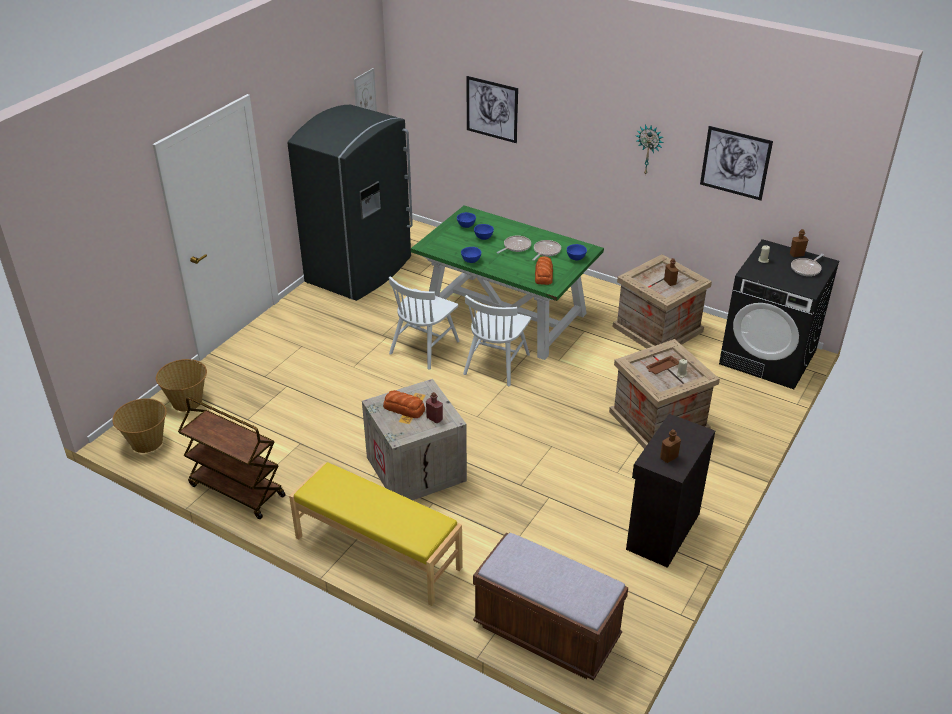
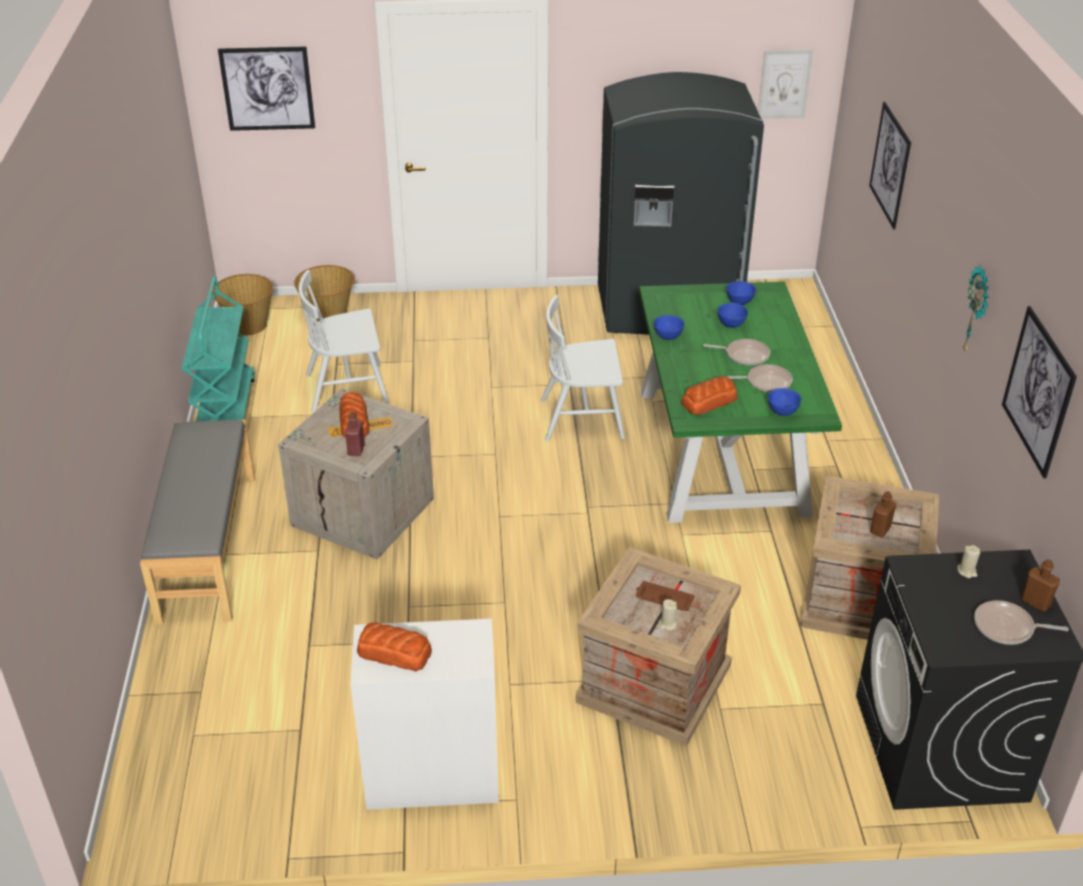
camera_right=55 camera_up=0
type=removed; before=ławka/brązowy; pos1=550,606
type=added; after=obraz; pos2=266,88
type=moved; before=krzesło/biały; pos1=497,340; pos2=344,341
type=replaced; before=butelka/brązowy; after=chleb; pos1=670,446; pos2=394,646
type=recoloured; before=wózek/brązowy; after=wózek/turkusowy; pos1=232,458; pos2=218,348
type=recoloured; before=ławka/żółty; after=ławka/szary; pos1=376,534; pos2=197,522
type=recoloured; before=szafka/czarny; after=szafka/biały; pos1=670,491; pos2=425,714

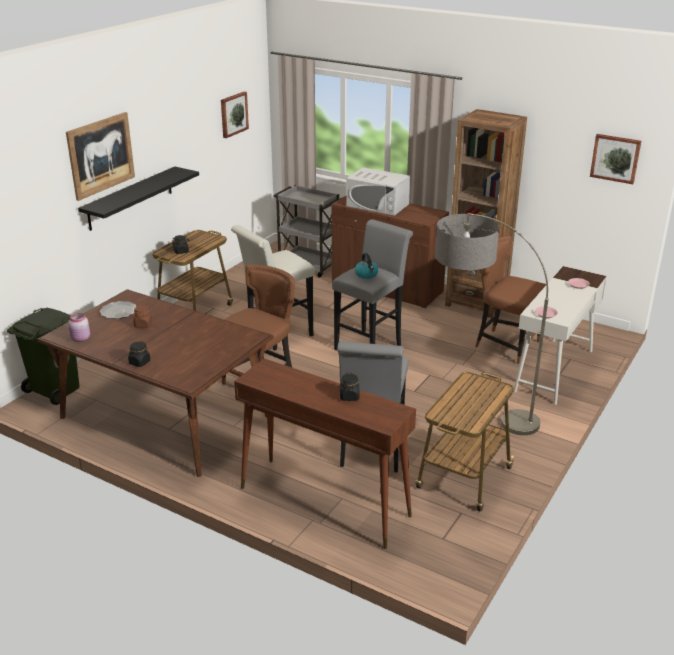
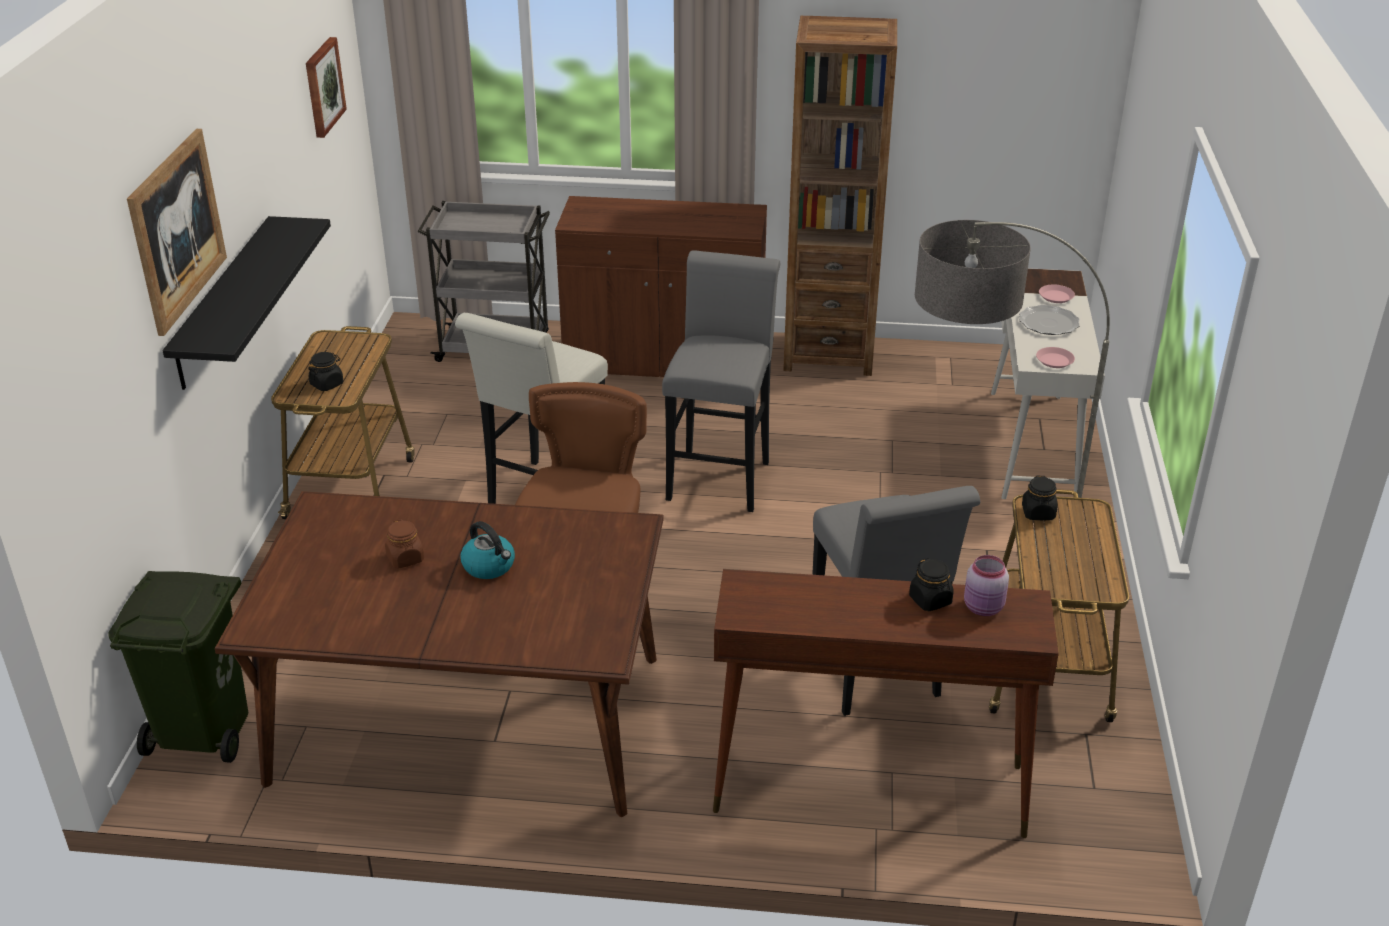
camera_right=-25 camera_up=5
type=removed; before=mikrofalówka/biały; pos1=378,191
type=removed; before=krzesło/brązowy; pos1=510,299
type=removed; before=obraz; pos1=615,159
type=moved; before=słoik/różowy; pos1=79,327; pos2=986,585
type=moved; before=talerz; pos1=118,310; pos2=1049,320
type=moved; before=słoik/czarny; pos1=139,354; pos2=1039,498
type=moved; before=czajnik; pos1=366,266; pos2=488,550

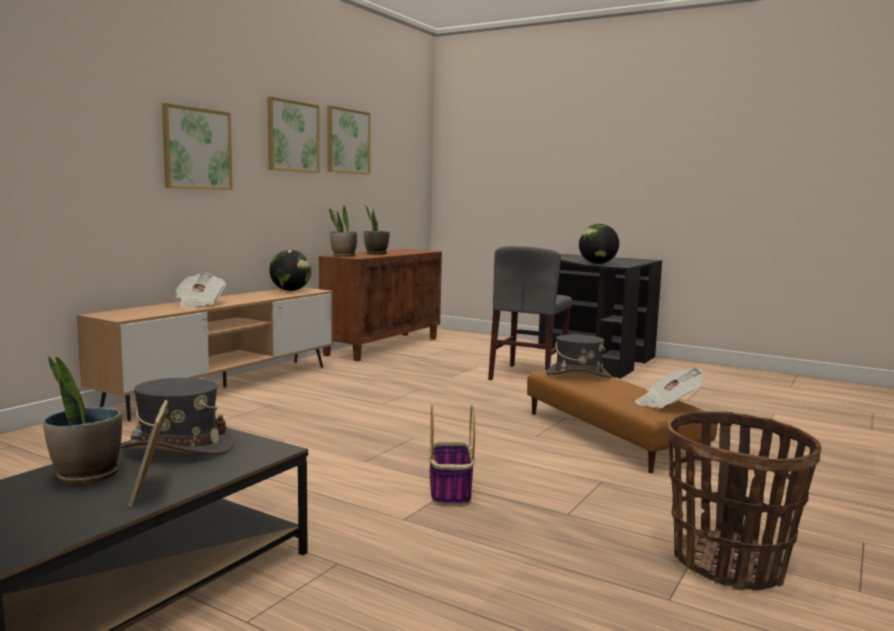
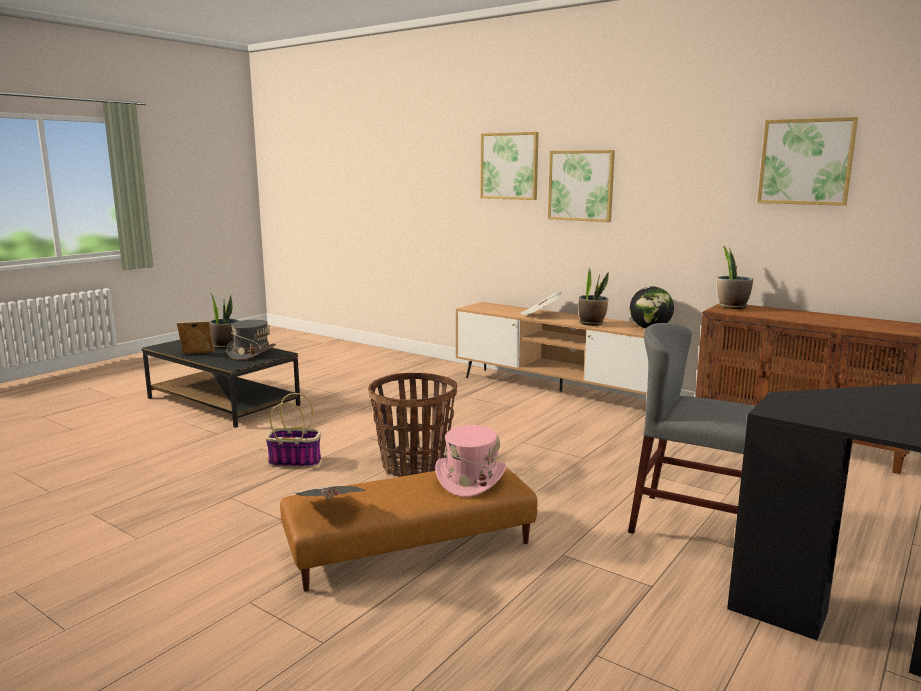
camera_right=95 camera_up=5
type=removed; before=globus; pos1=599,244
type=moved; before=obraz; pos1=293,135; pos2=509,166
type=moved; before=roślina doniczkowa; pos1=376,230; pos2=593,297
type=moved; before=koszyk; pos1=744,501; pos2=412,425
type=recoloured; before=kapelusz/szary; after=kapelusz/różowy; pos1=578,356; pos2=471,461

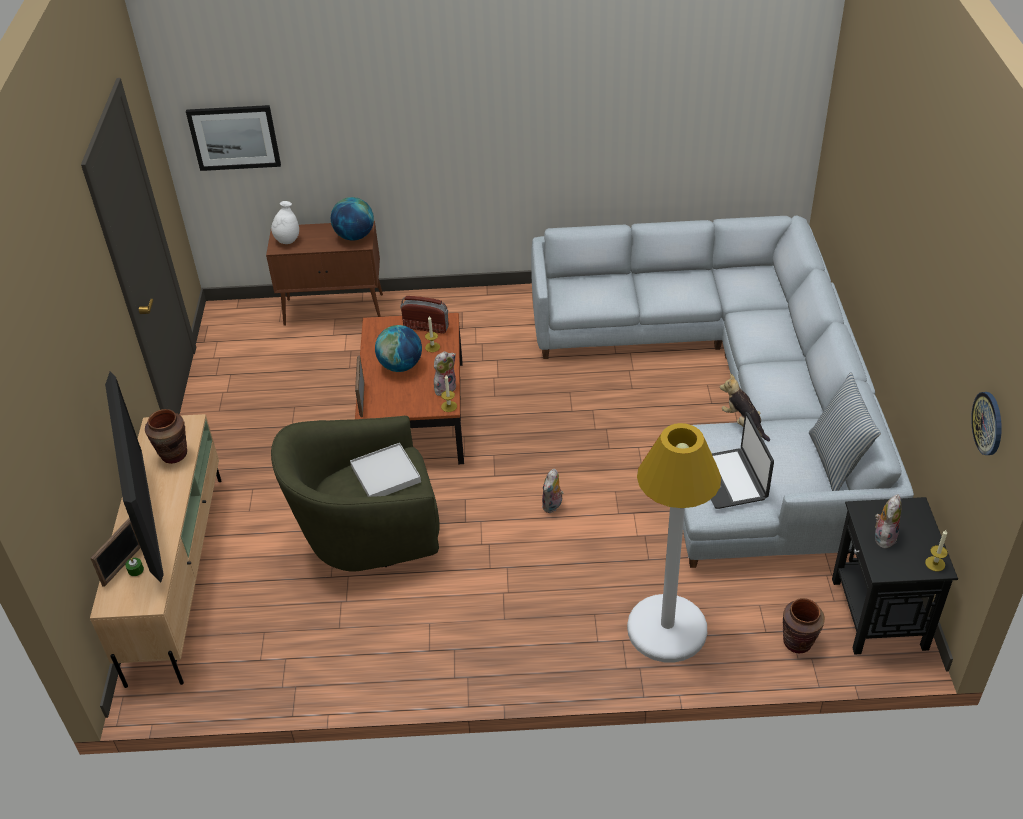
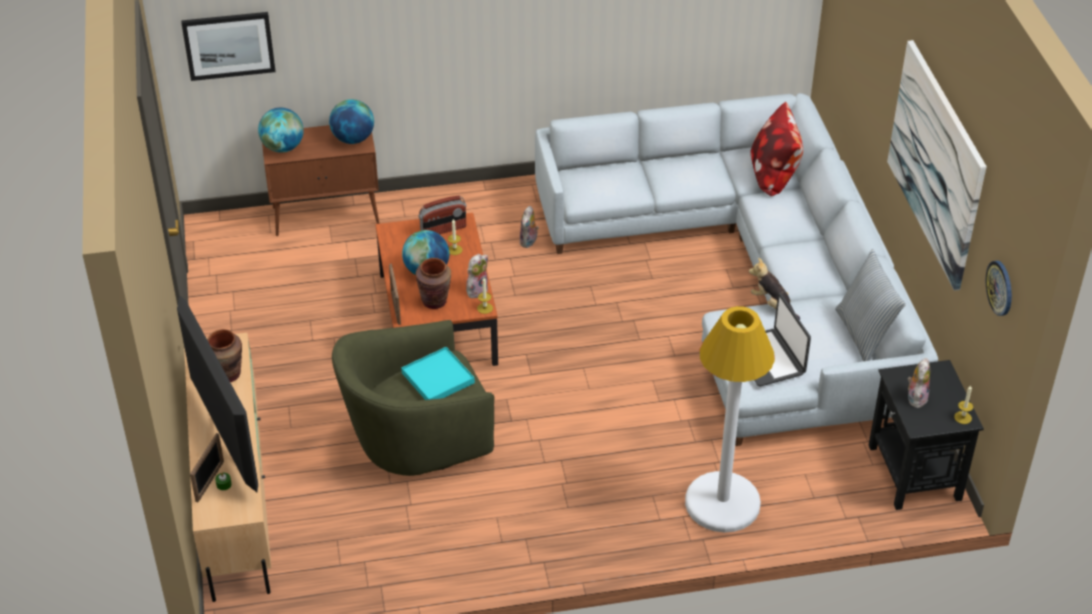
camera_right=-10 camera_up=0
type=added; after=poduszka; pos2=776,149
type=added; after=obraz; pos2=937,165
type=moved; before=pluszak; pos1=552,491; pos2=529,227
type=moved; before=wazon/brązowy; pos1=804,625; pos2=433,283
type=replaced; before=wazon/biały; after=globus; pos1=285,222; pos2=281,130
type=recoloured; before=taca/biały; after=taca/turkusowy; pos1=385,470; pos2=438,373
type=turned; before=radio; pos1=424,315; pos2=442,214; turn=150

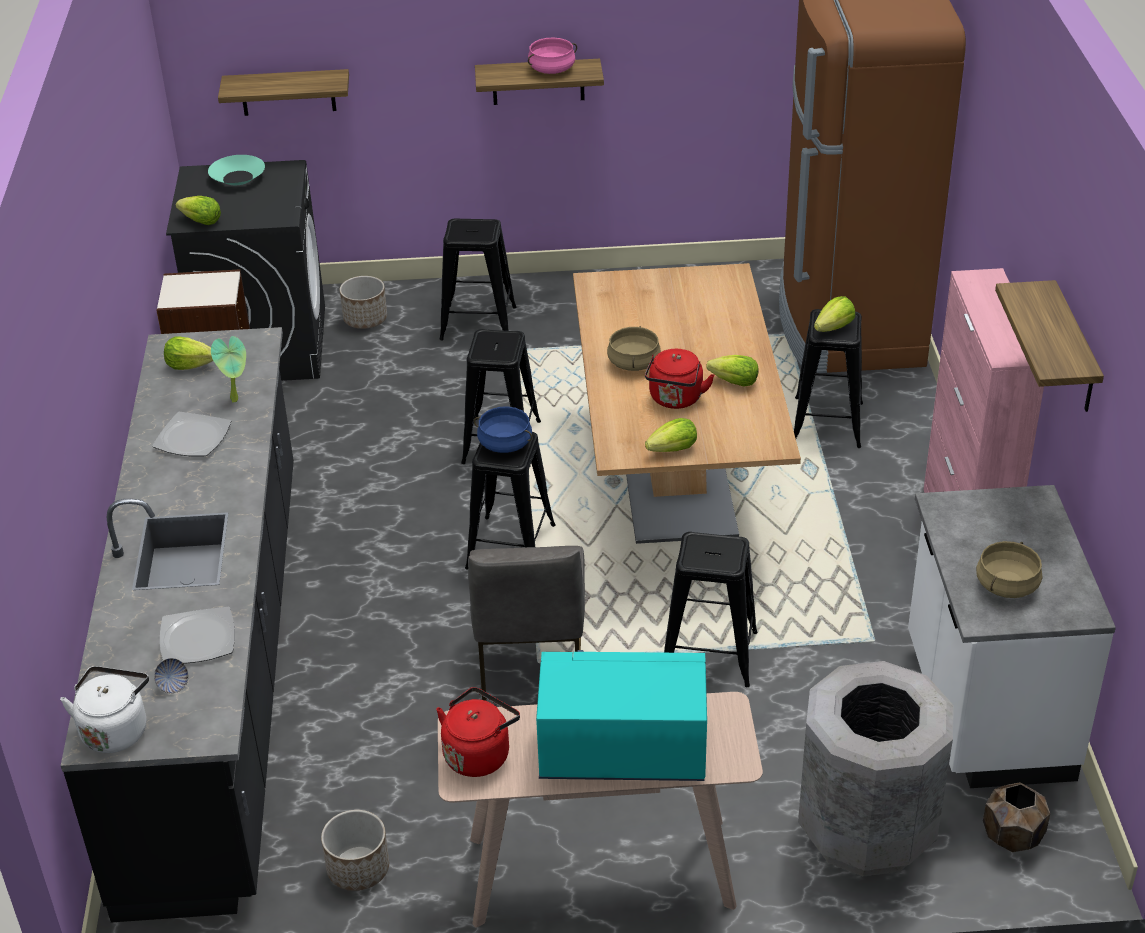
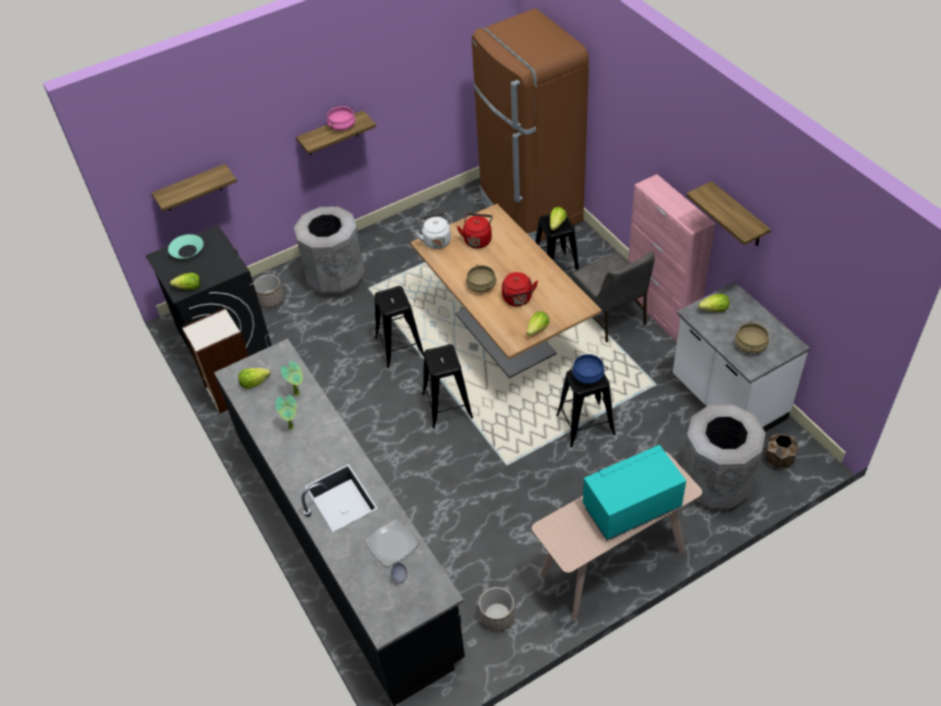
camera_right=-25 camera_up=10
type=moved; before=czajnik/biały; pos1=104,709; pos2=433,231
type=moved; before=czajnik/czerwony; pos1=478,732; pos2=475,230
type=moved; before=krzesło/szary; pos1=526,623; pos2=613,296
type=moved; before=garnek/niebieski; pos1=503,429; pos2=588,369
type=moved; before=sałata; pos1=732,371; pos2=714,303
type=replaced; before=talerz; after=roślina doniczkowa; pos1=191,434; pos2=286,412
type=replaced; before=stołek/czarny; after=kosz na śmieci/szary; pos1=478,279; pos2=329,251

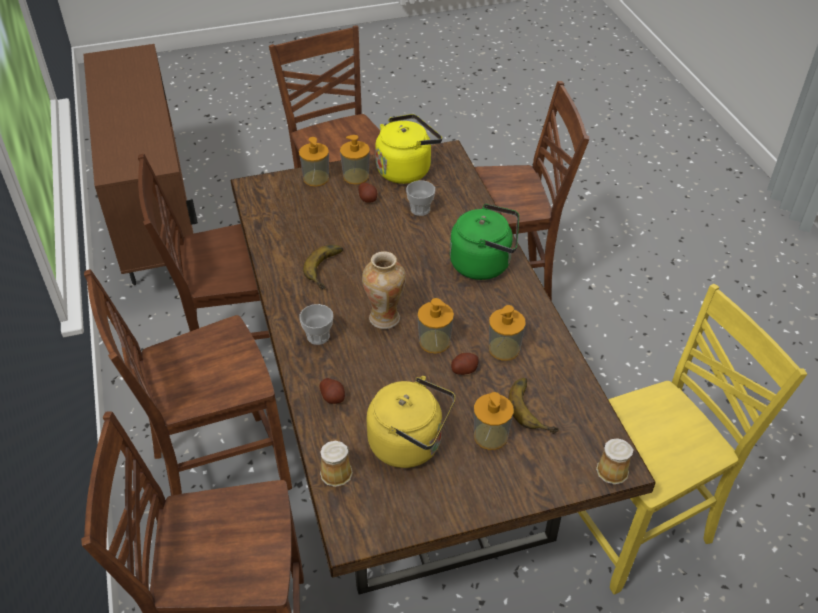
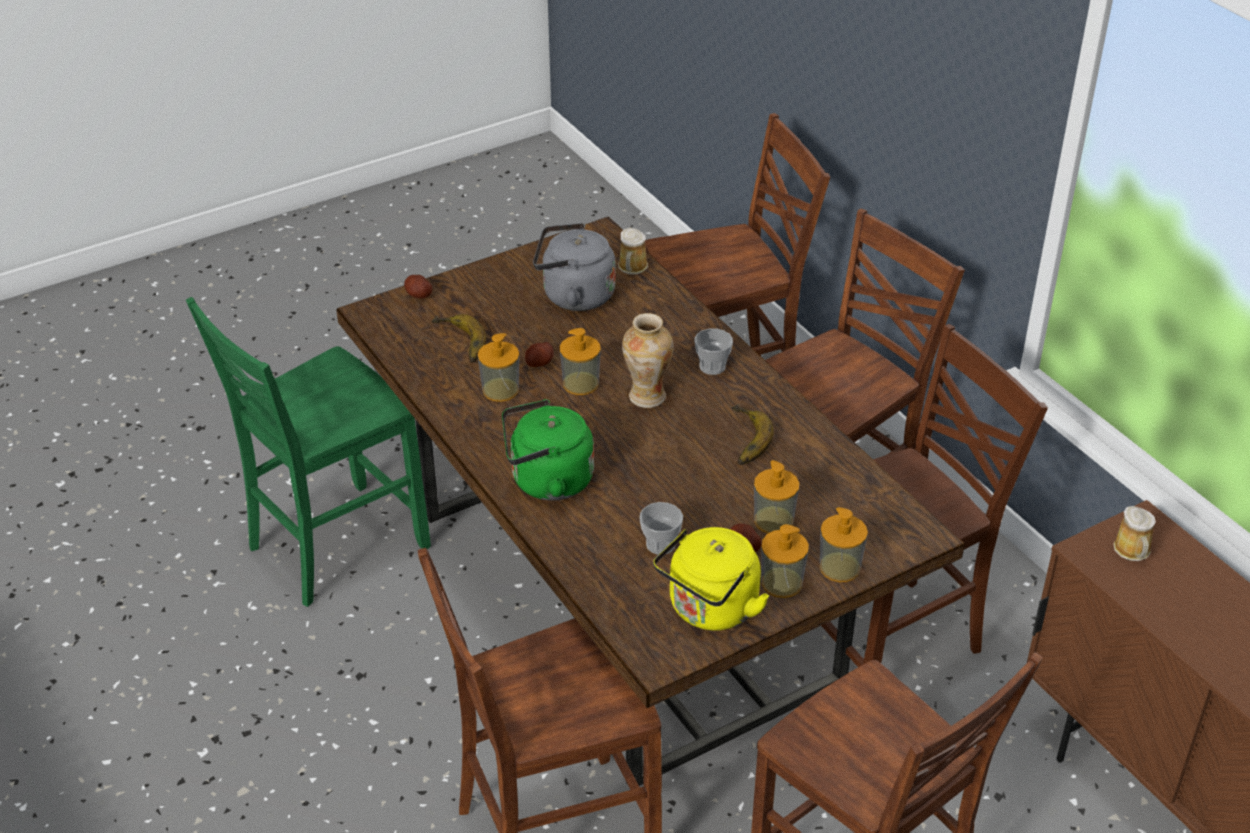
camera_right=165 camera_up=-5
type=moved; before=ziemniak; pos1=332,391; pos2=418,287
type=moved; before=dozownik mydła; pos1=494,421; pos2=776,496
type=moved; before=kubek; pos1=615,461; pos2=1134,533
type=recoloured; before=czajnik/żółty; after=czajnik/szary; pos1=411,422; pos2=574,267
type=recoloured; before=krzesło/żółty; after=krzesło/zielony; pos1=692,439; pos2=308,452

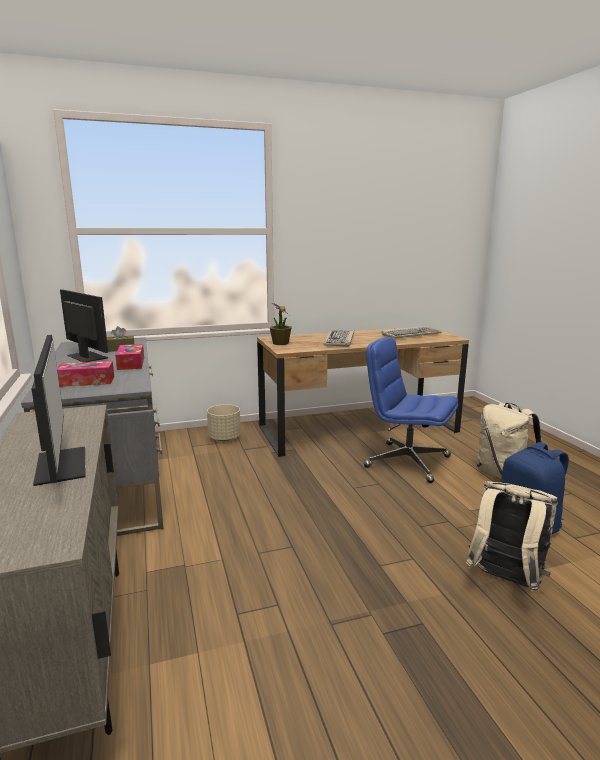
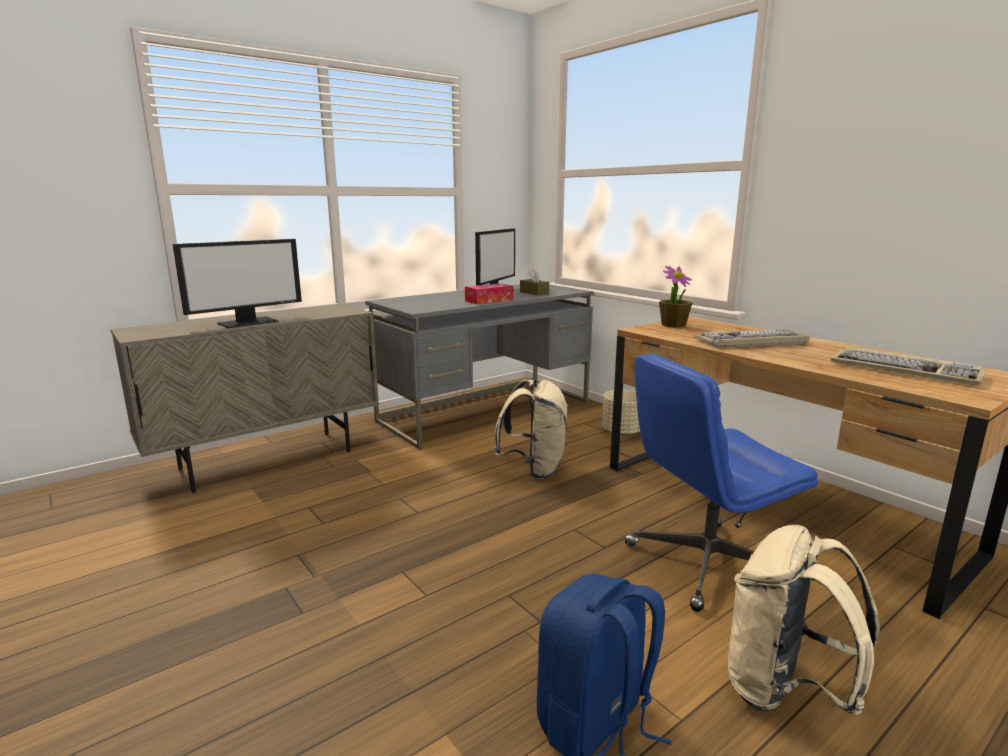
camera_right=70 camera_up=0
type=removed; before=pudełko chusteczek; pos1=85,374
type=moved; before=plecak/beżowy; pos1=511,536; pos2=531,429
type=turned; before=krzesło biurowe/niebieski; pos1=411,410; pos2=721,482; turn=-120

